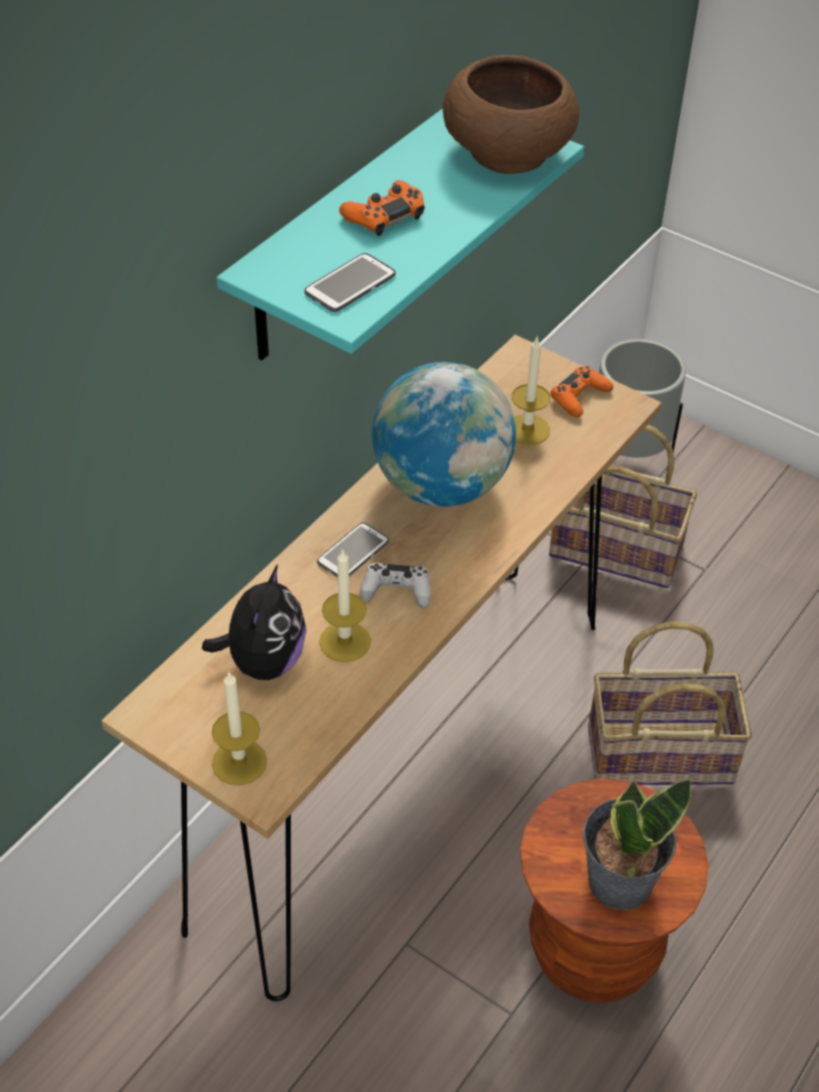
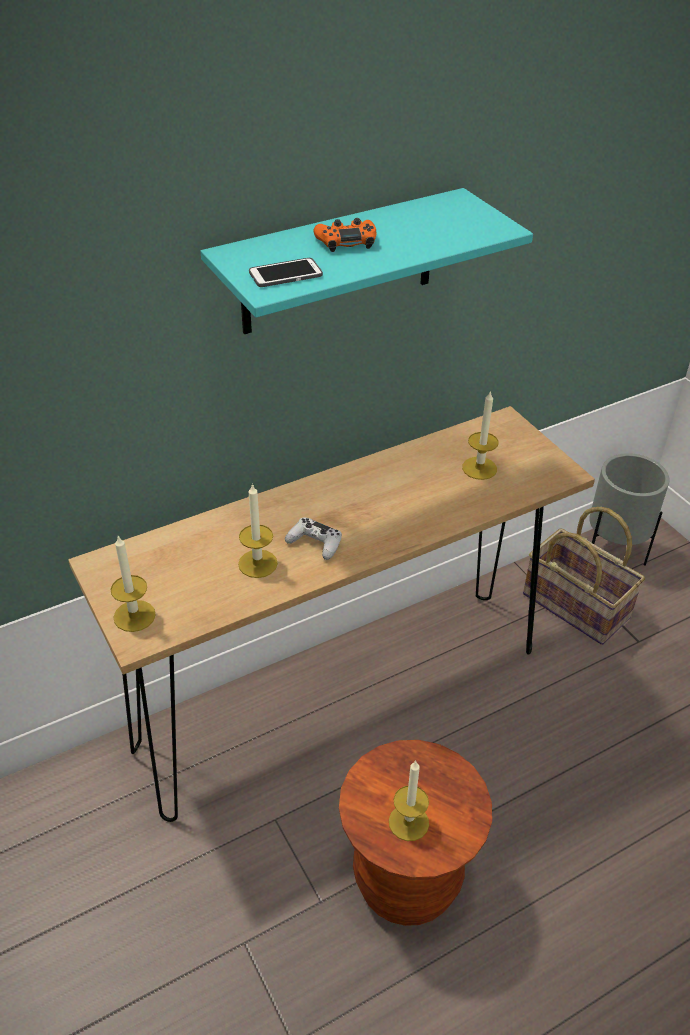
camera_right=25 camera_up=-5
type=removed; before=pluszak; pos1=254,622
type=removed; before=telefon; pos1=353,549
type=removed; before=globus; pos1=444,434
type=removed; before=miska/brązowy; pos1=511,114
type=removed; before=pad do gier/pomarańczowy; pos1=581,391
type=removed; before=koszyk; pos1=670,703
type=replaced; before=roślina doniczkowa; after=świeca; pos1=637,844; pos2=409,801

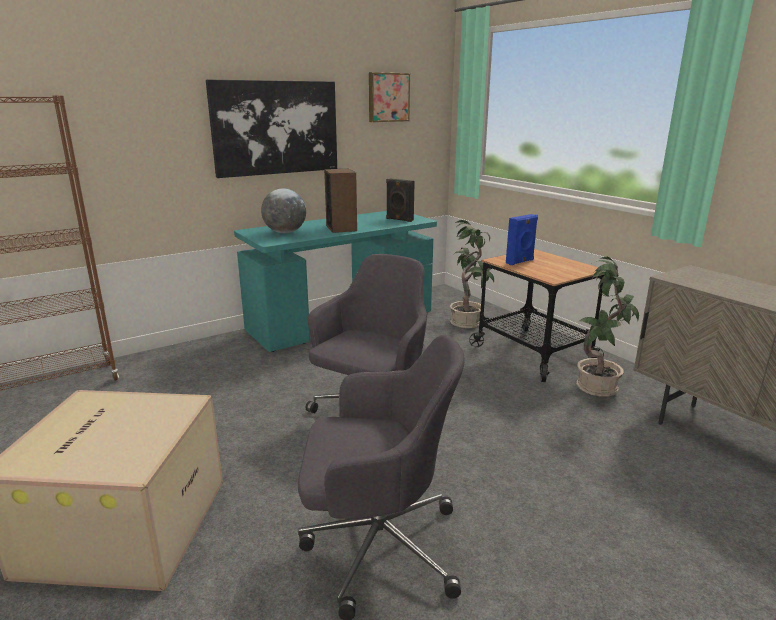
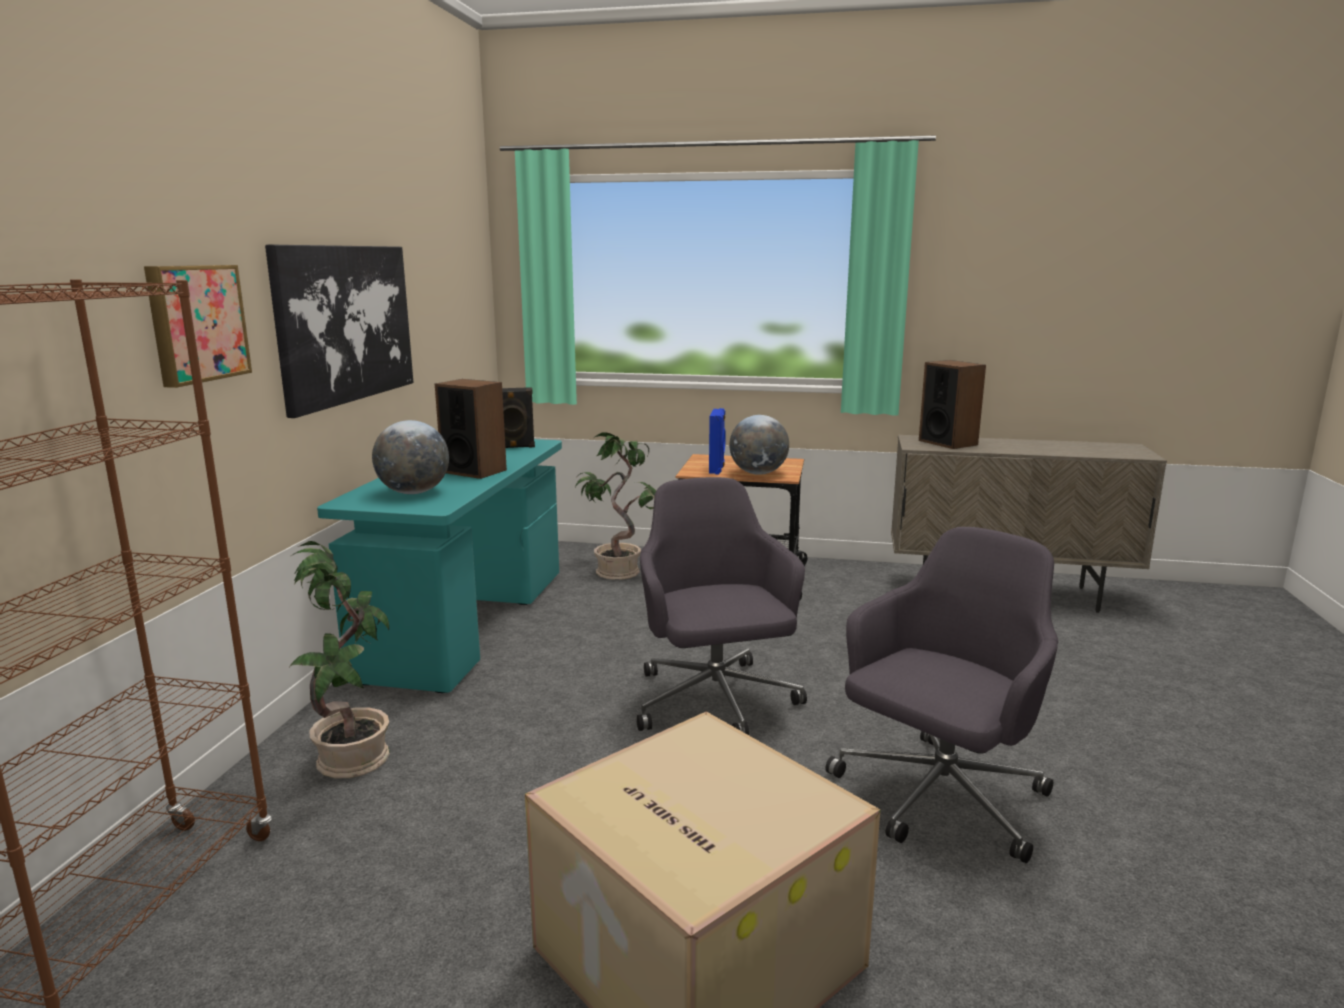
camera_right=-45 camera_up=-5
type=added; after=globus; pos2=759,445
type=added; after=głośnik; pos2=952,404
type=moved; before=obraz; pos1=389,97; pos2=198,326
type=moved; before=roślina doniczkowa; pos1=607,327; pos2=339,659

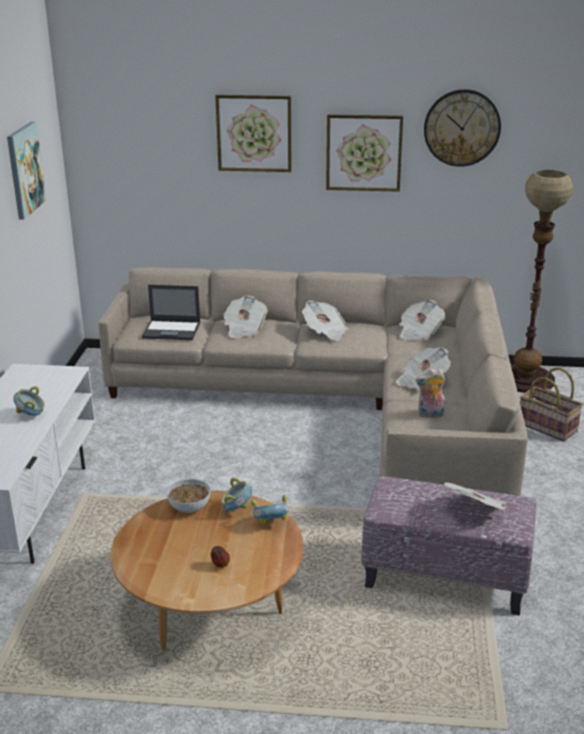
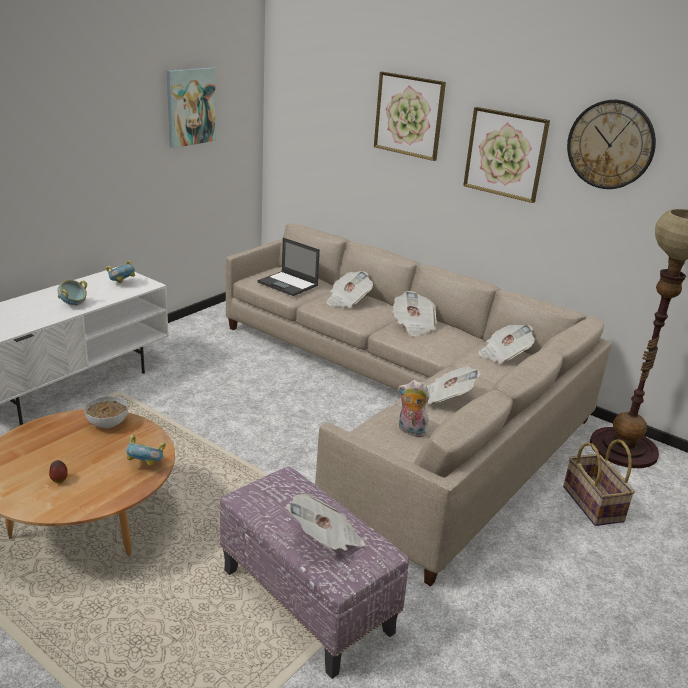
camera_right=30 camera_up=0
type=moved; before=miska; pos1=236,494; pos2=120,271

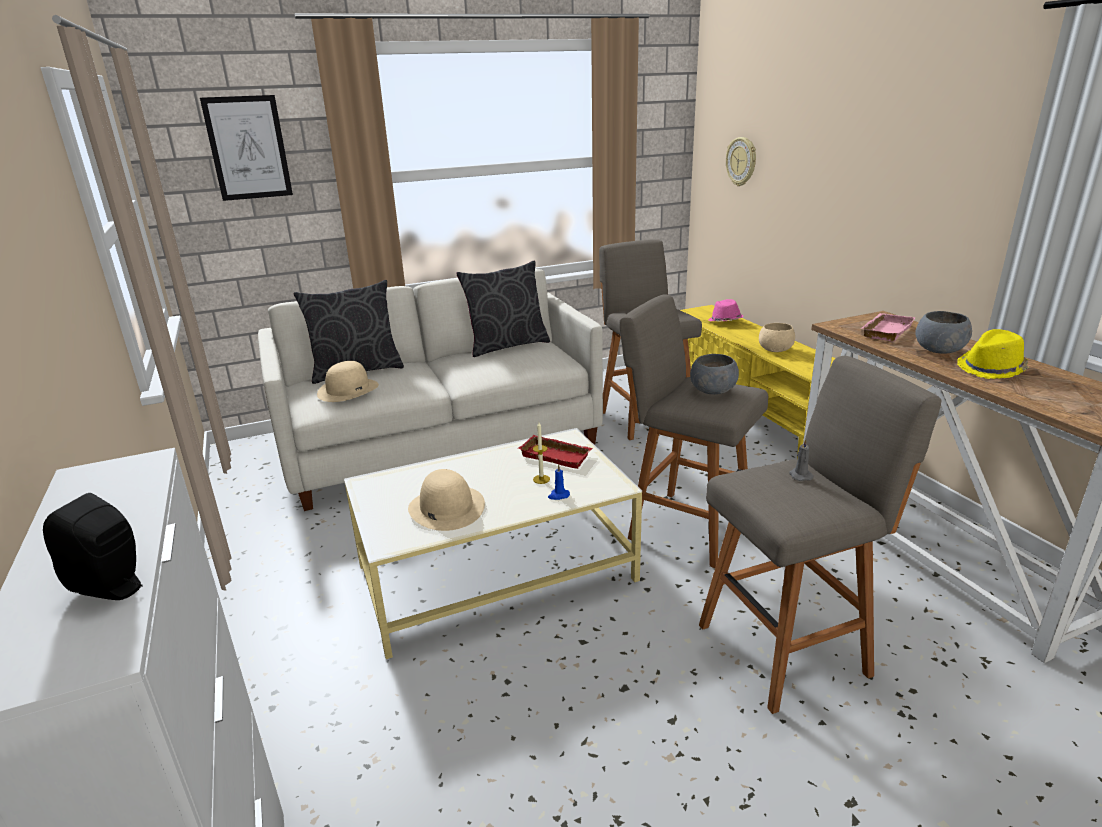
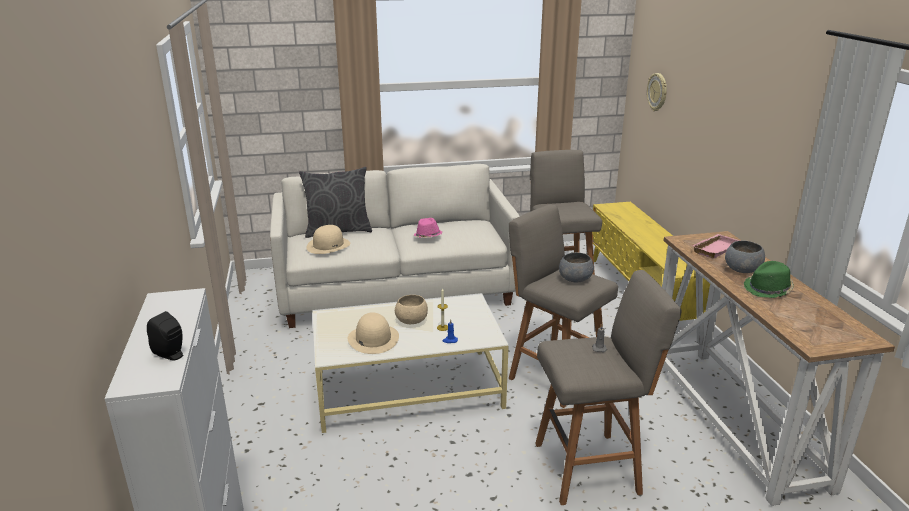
camera_right=10 camera_up=0
type=removed; before=obraz; pos1=246,148
type=removed; before=poduszka/szary; pos1=503,309
type=removed; before=taca/czerwony; pos1=555,452
type=moved; before=kapelusz/różowy; pos1=725,310; pos2=427,228
type=moved; before=miska/beżowy; pos1=777,337; pos2=411,309
type=recoloured; before=kapelusz/żółty; after=kapelusz/zielony; pos1=993,354; pos2=769,279

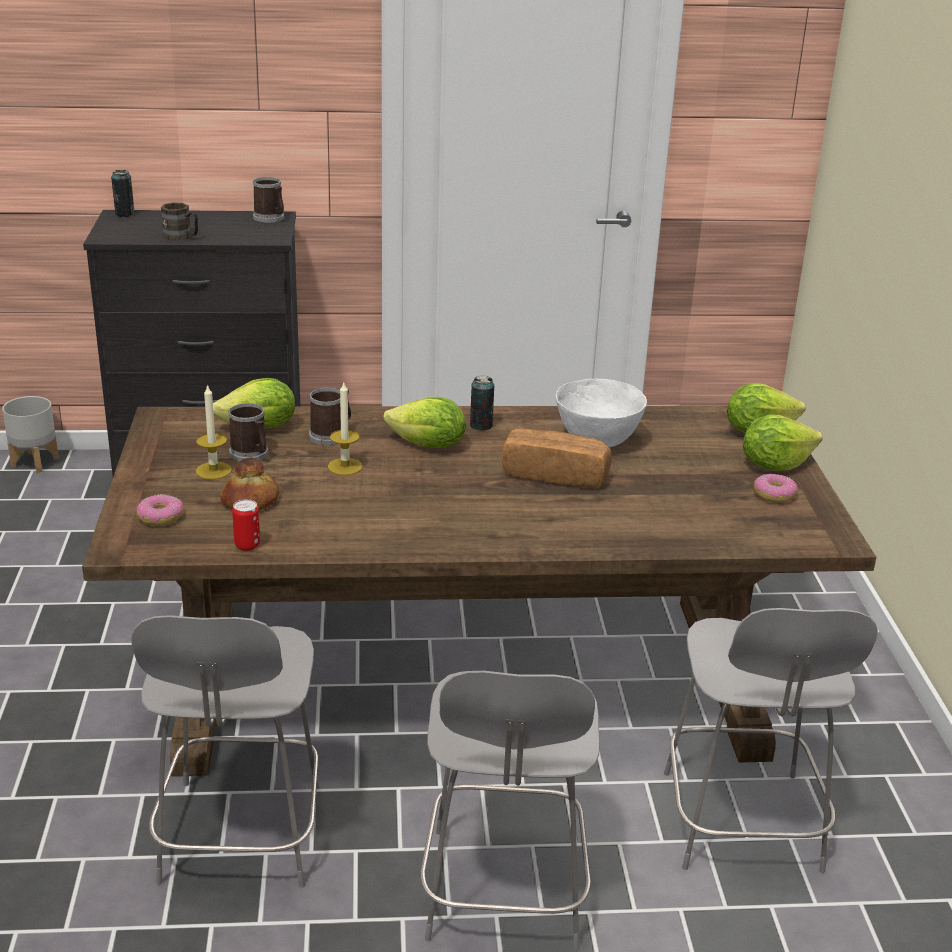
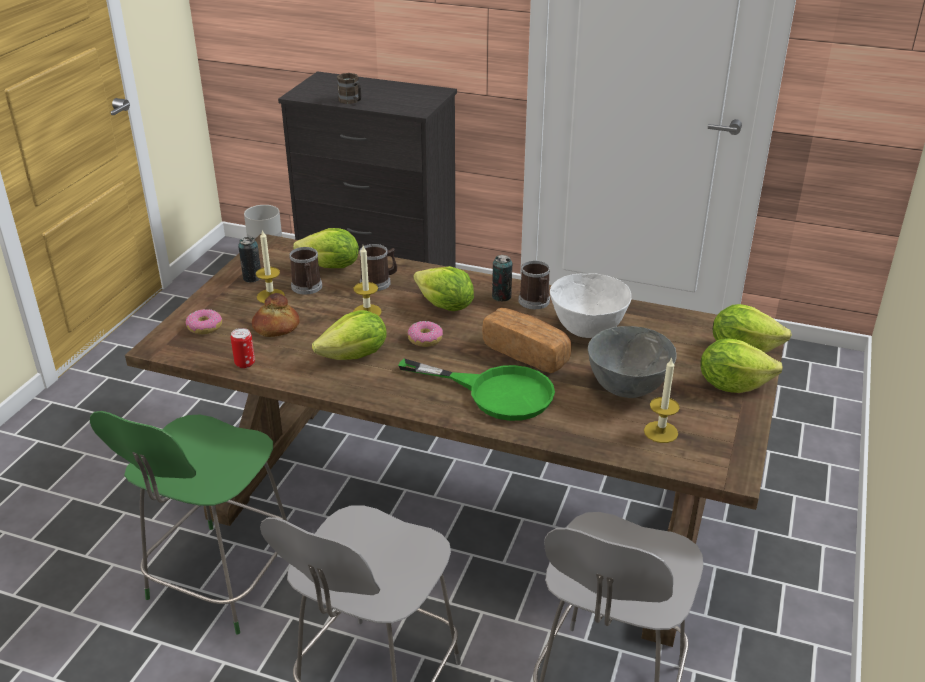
camera_right=25 camera_up=5
type=added; after=sałata; pos2=349,335
type=added; after=patelnia/zielony; pos2=476,389
type=added; after=miska/szary; pos2=632,362
type=added; after=świeca; pos2=662,400
type=moved; before=puszka; pos1=123,193; pos2=249,260
type=moved; before=kubek; pos1=268,200; pos2=534,285
type=moved; before=donut; pos1=776,488; pos2=425,334
type=recoloured; before=krzesło/szary; after=krzesło/zielony; pos1=225,751; pos2=189,523

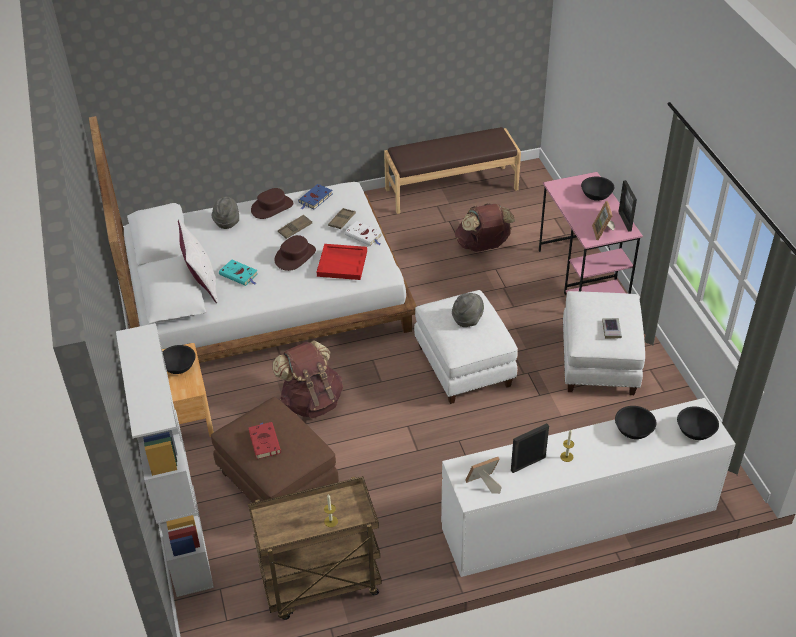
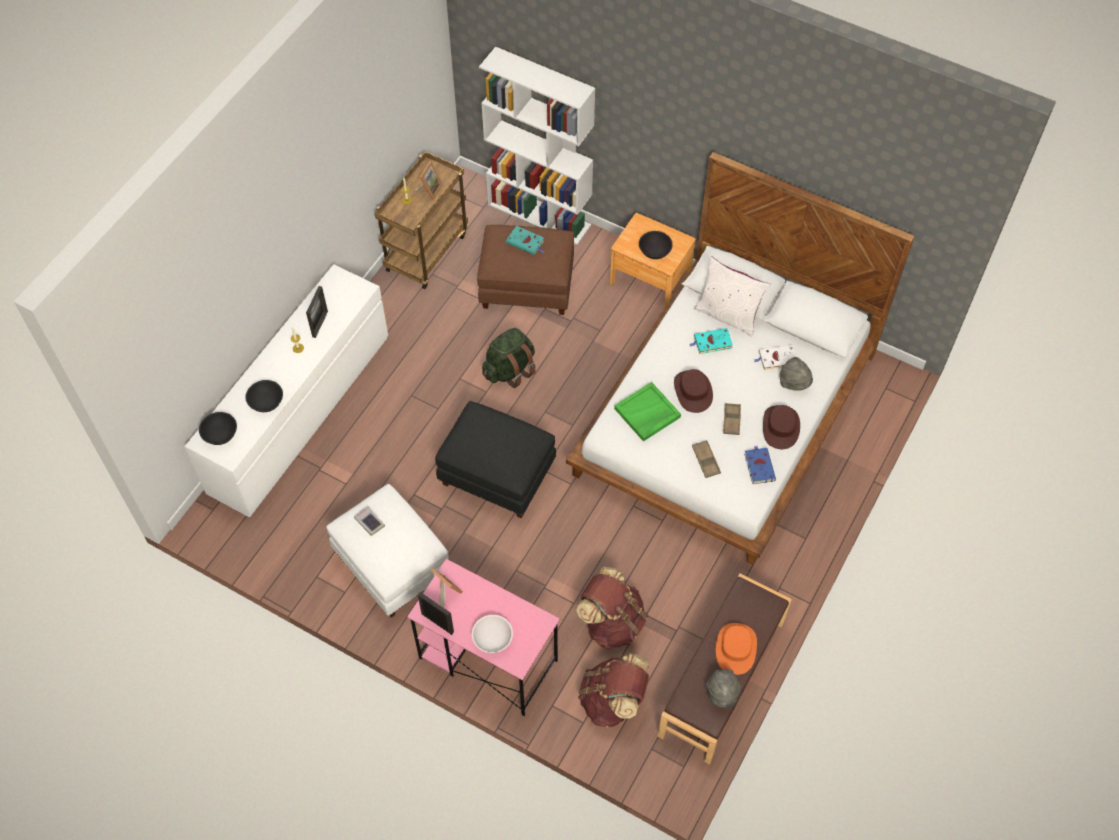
camera_right=135 camera_up=15
type=added; after=plecak/zielony; pos2=509,358
type=added; after=kapelusz/pomarańczowy; pos2=736,649
type=moved; before=plecak/brązowy; pos1=307,379; pos2=613,690
type=moved; before=książka/biały; pos1=363,233; pos2=775,357
type=moved; before=kapelusz/szary; pos1=468,310; pos2=723,688
type=moved; before=ramka na zdjęcie; pos1=483,475; pos2=428,180
type=recoloured; before=książka/czerwony; after=książka/turkusowy; pos1=264,440; pos2=525,240
type=recoloured; before=taca/czerwony; after=taca/zielony; pos1=342,262; pos2=647,412
type=recoloured; before=pufa/biały; after=pufa/czarny; pos1=466,347; pos2=495,459
type=recoloured; before=miska/czarny; after=miska/biały; pos1=597,189; pos2=492,634

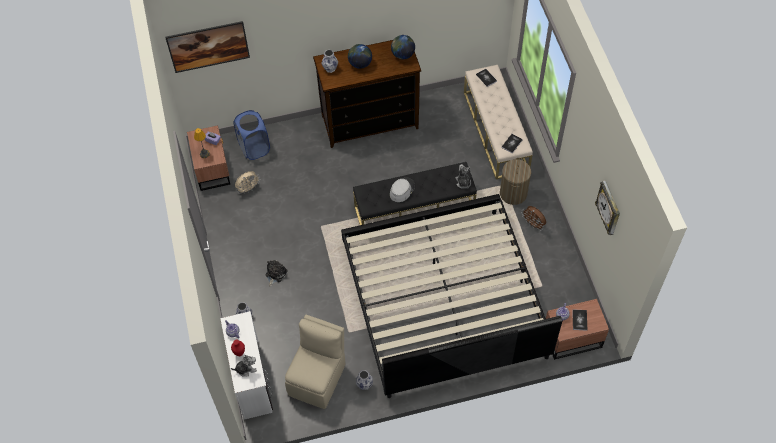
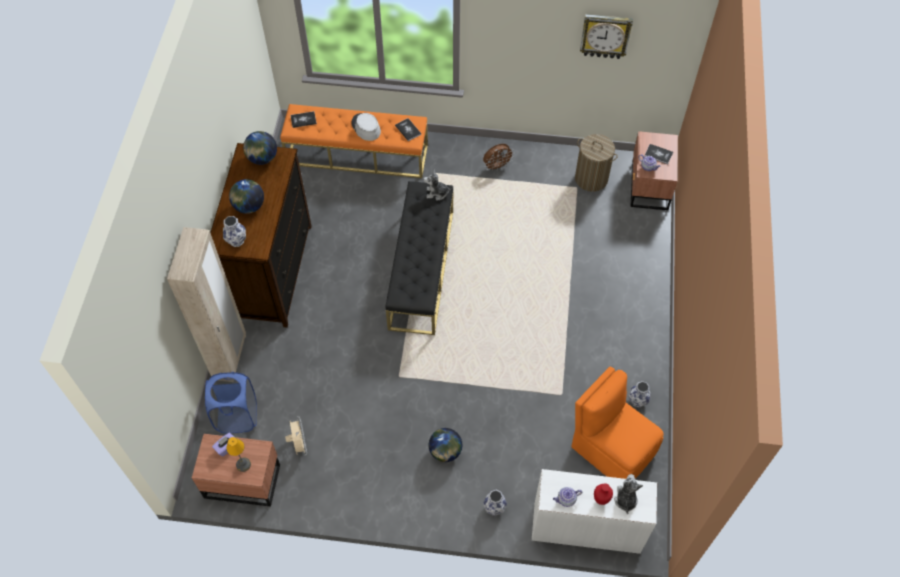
camera_right=-70 camera_up=0
type=removed; before=obraz; pos1=207,47
type=removed; before=łóżko; pos1=451,296
type=added; after=szafa/beżowy; pos2=206,301
type=moved; before=kapelusz/szary; pos1=402,190; pos2=366,127
type=moved; before=kosz na pranie; pos1=515,181; pos2=596,163
type=replaced; before=pluszak; after=globus; pos1=277,273; pos2=445,445
type=recoloured; before=krzesło/beżowy; after=krzesło/pomarańczowy; pos1=315,361; pos2=617,422
type=recoloured; before=ławka/beżowy; after=ławka/pomarańczowy; pos1=498,122; pos2=354,141

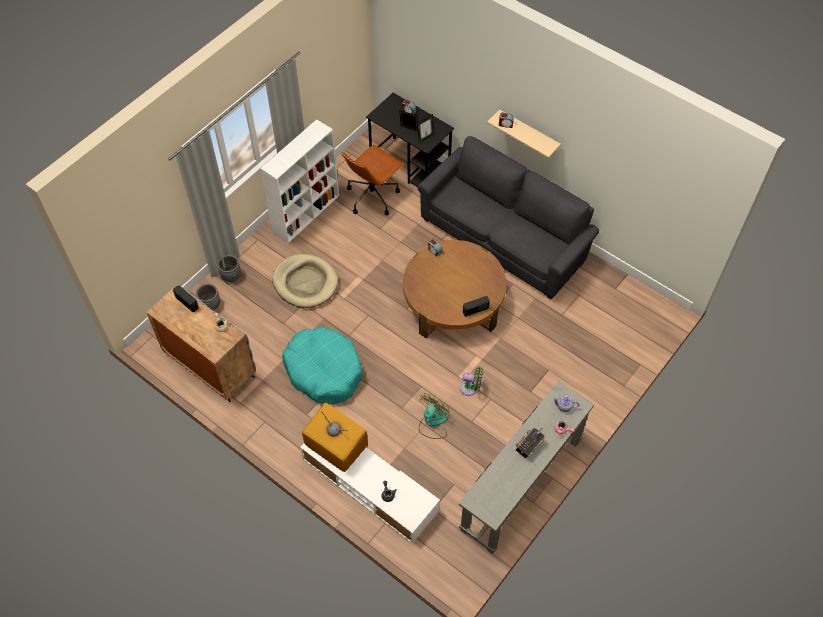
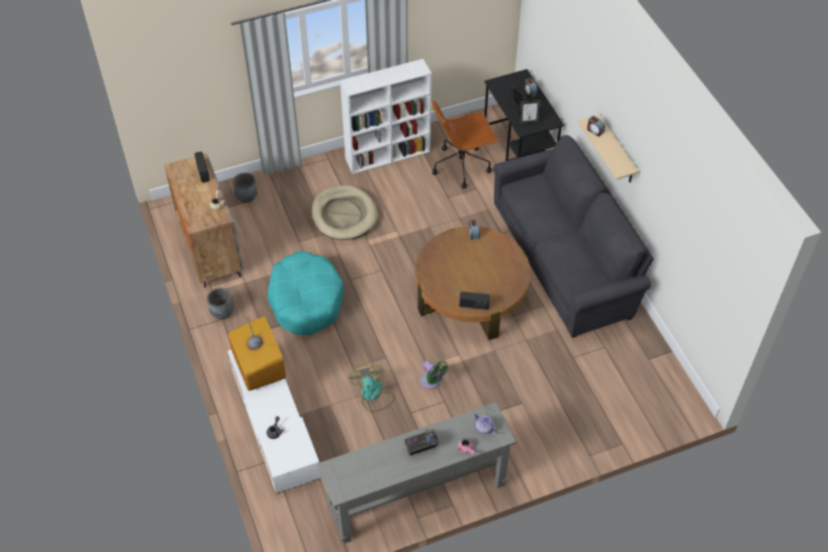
camera_right=30 camera_up=-5
type=moved; before=donica/szary; pos1=229,268; pos2=220,303
type=turned; before=wentylator; pos1=434,416; pos2=372,388; turn=-75

